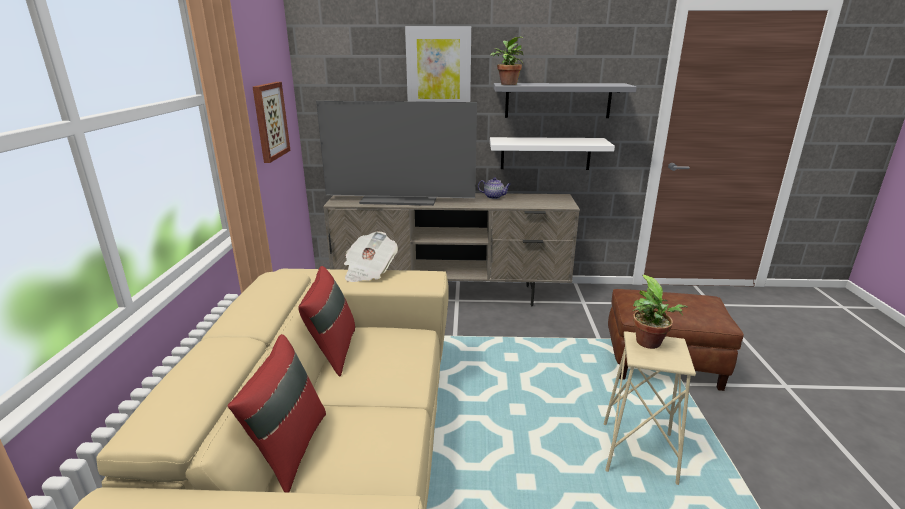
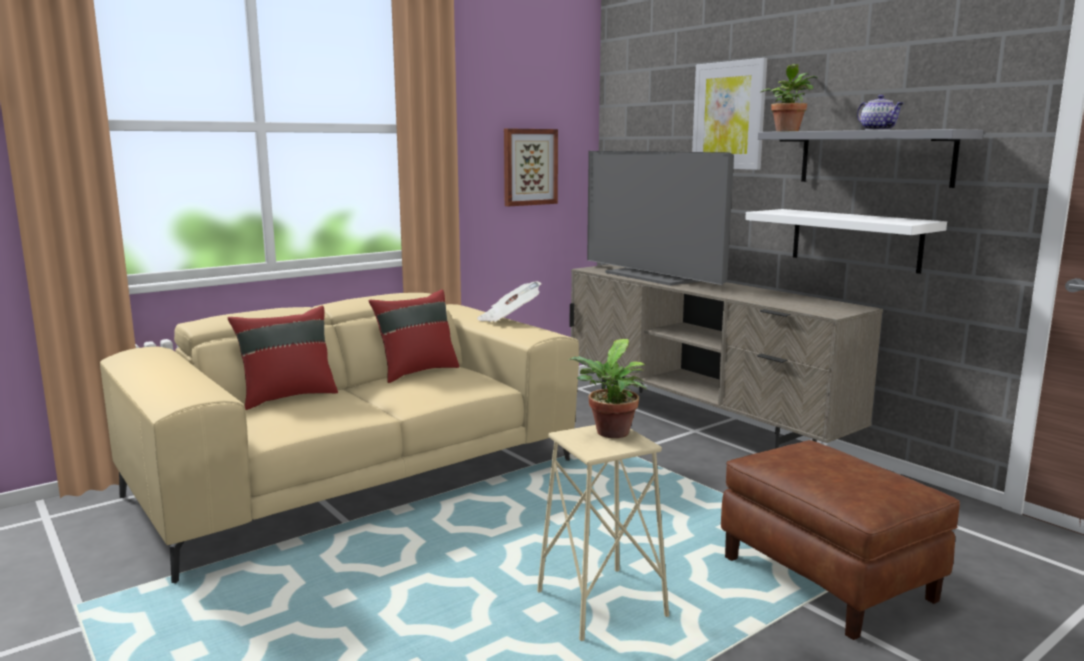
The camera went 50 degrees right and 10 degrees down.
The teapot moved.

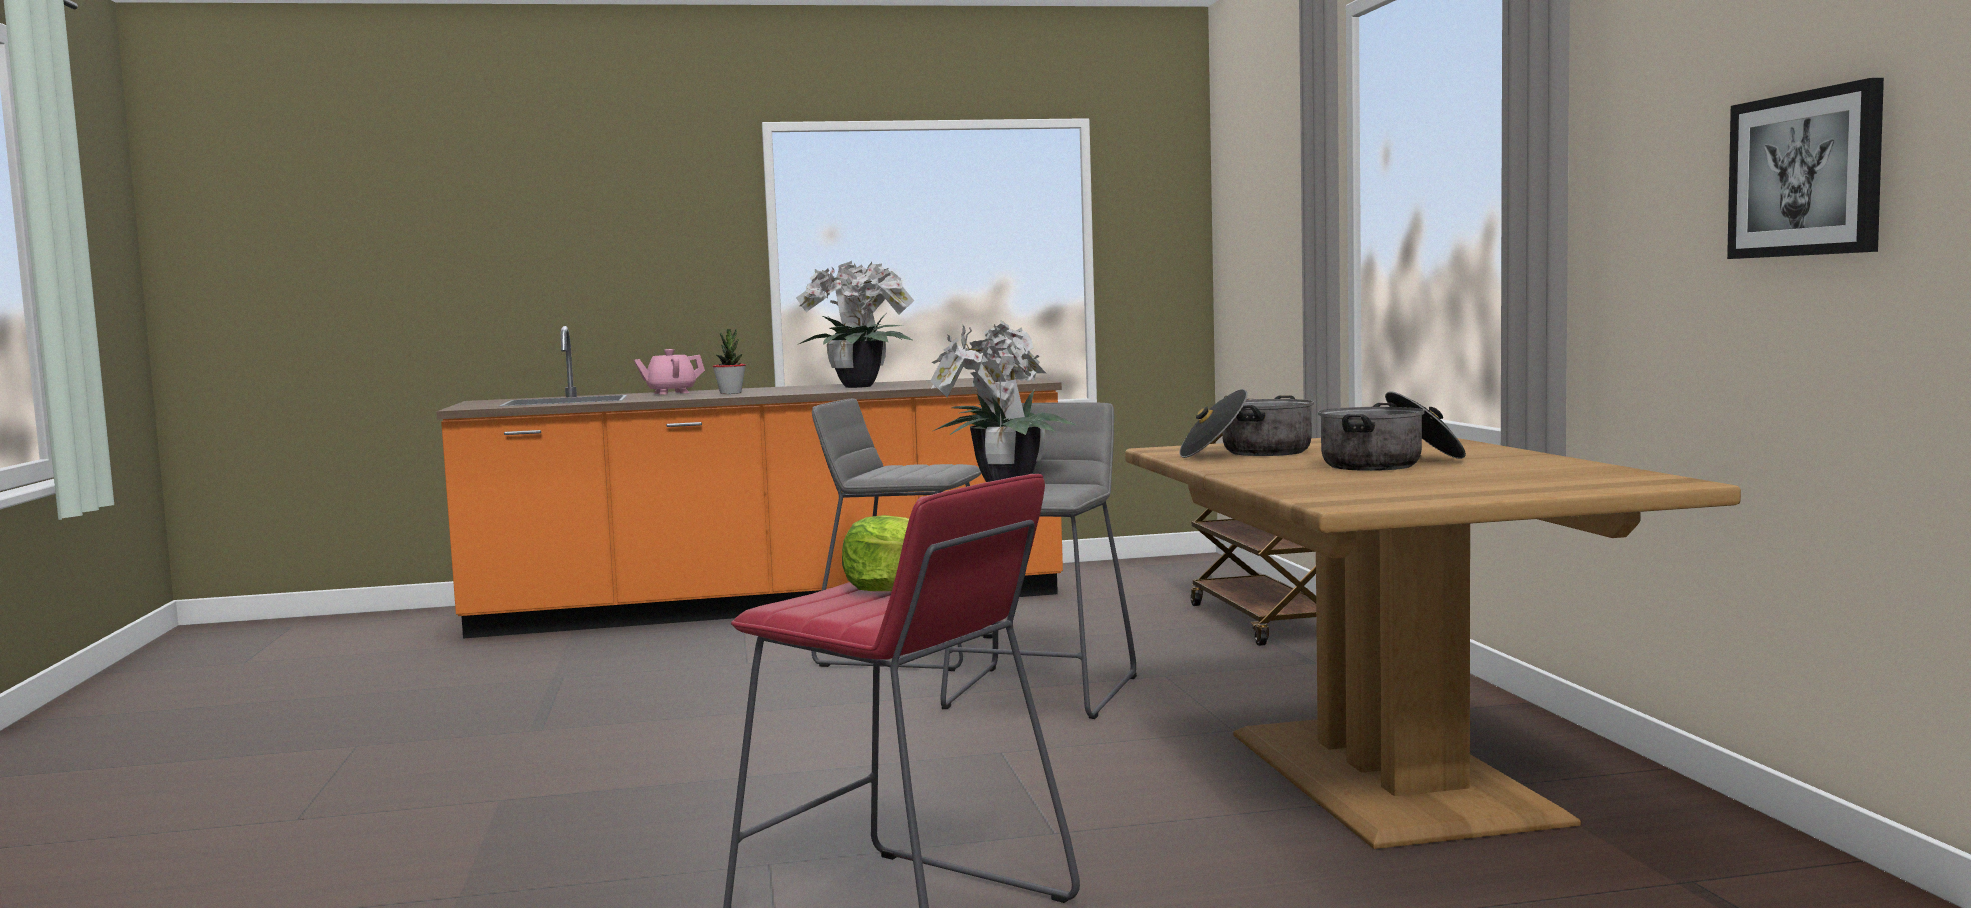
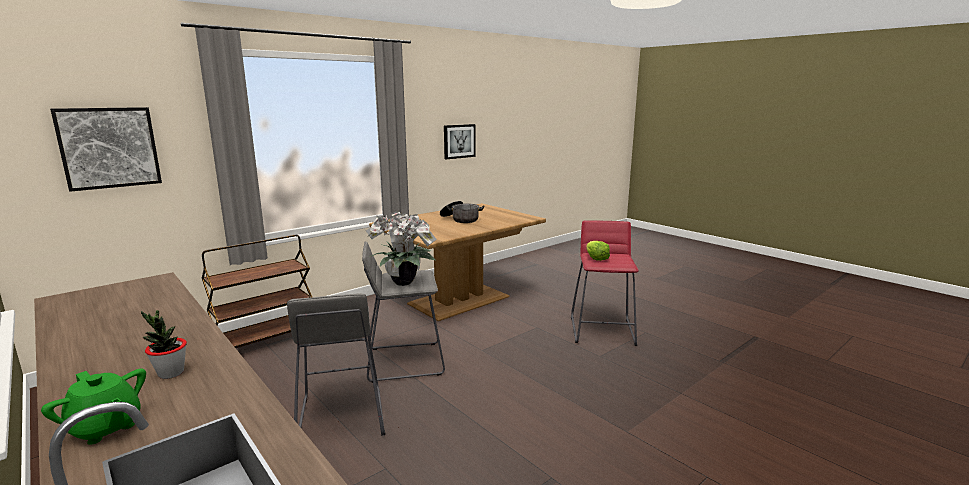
The camera went 120 degrees left and 10 degrees up.
The potted_plant (2nd from left) disappeared.
The cooking_pot (1st from left) disappeared.
The picture (1st from left) appeared.
The pink_teapot became the green_teapot.

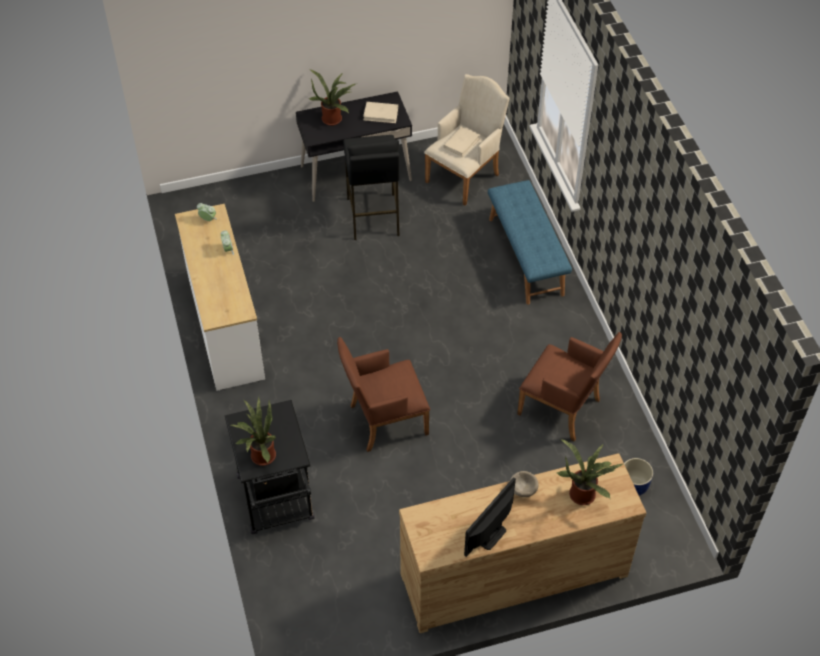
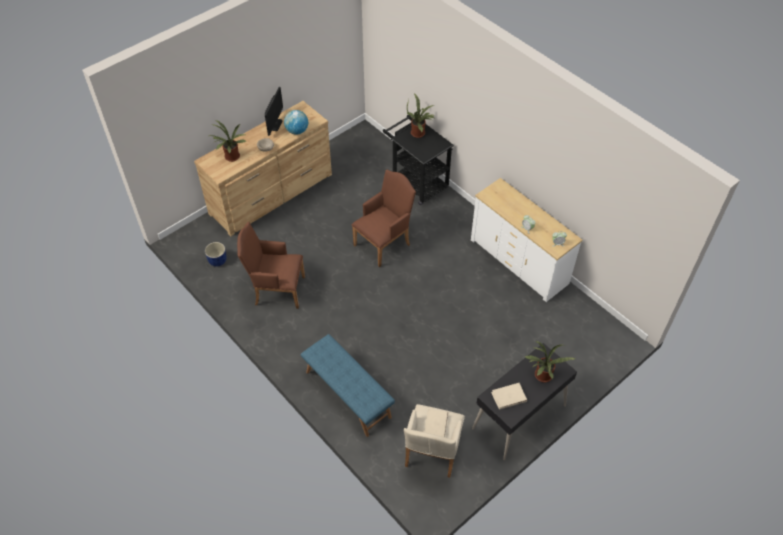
The camera went 155 degrees right and 0 degrees up.
The black_stool disappeared.
The globe appeared.

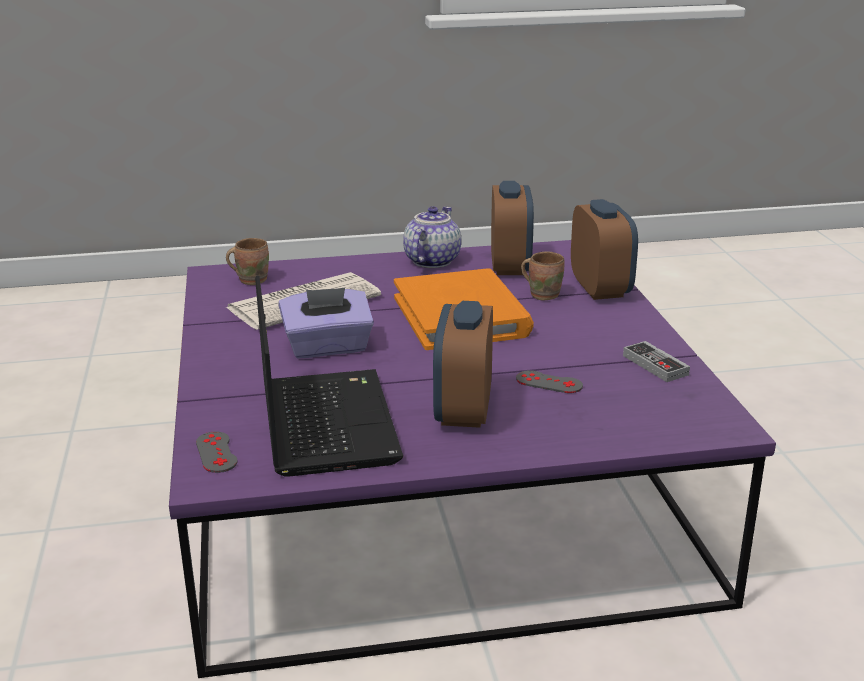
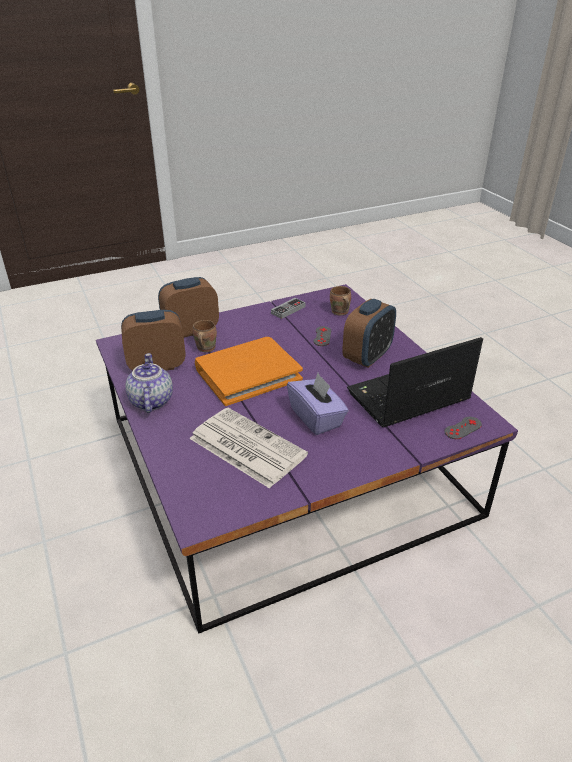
The camera went 105 degrees left and 10 degrees up.
The brown_mug (1st from left in the first image) moved.
The teapot turned 75 degrees clockwise.
The alarm_clock (1st from left in the first image) turned 45 degrees counterclockwise.

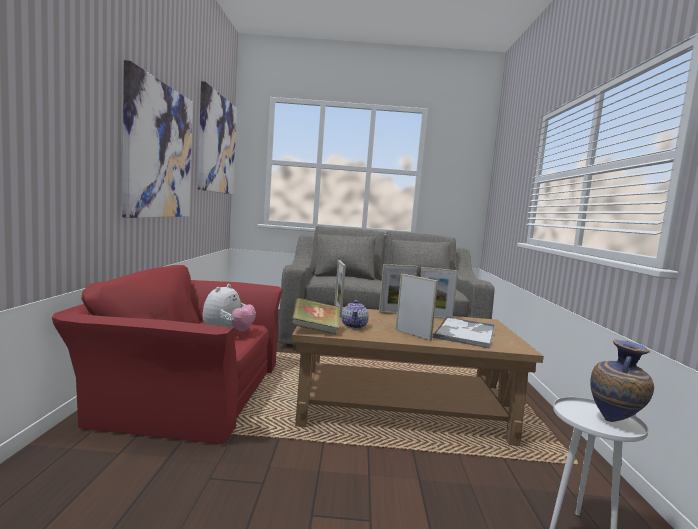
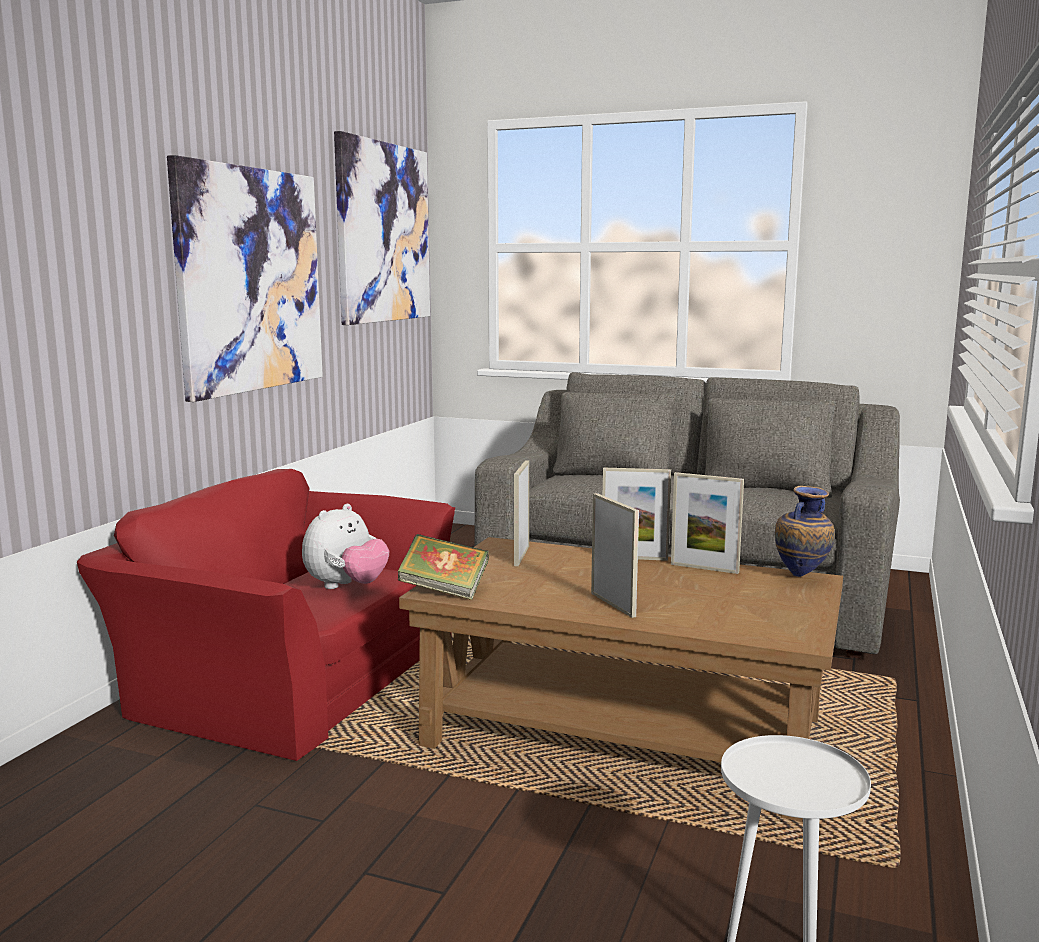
The camera went 20 degrees right and 5 degrees up.
The teapot disappeared.
The tray disappeared.
The vase moved.

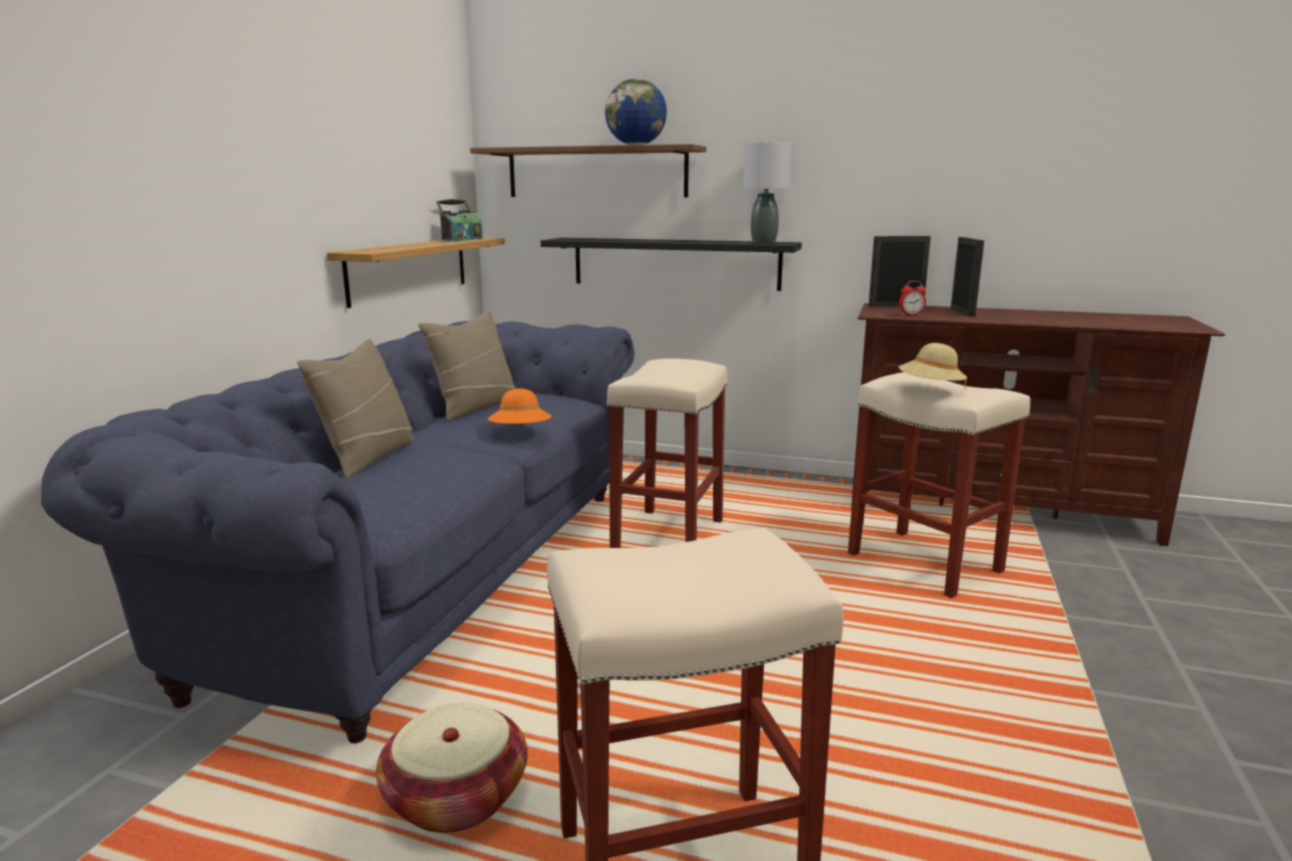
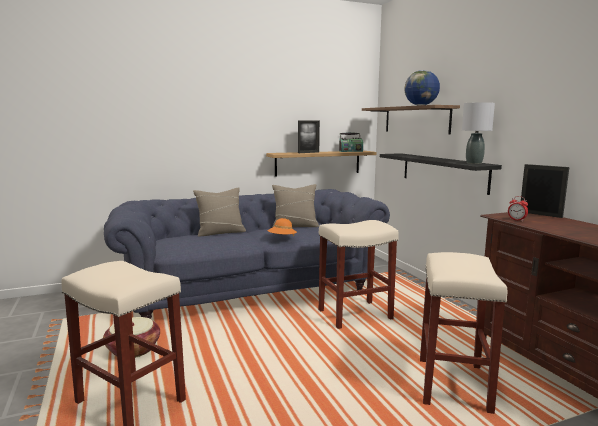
The camera went 50 degrees right and 5 degrees down.
The beige_hat disappeared.
The picture_frame (2nd from left in the first image) moved.

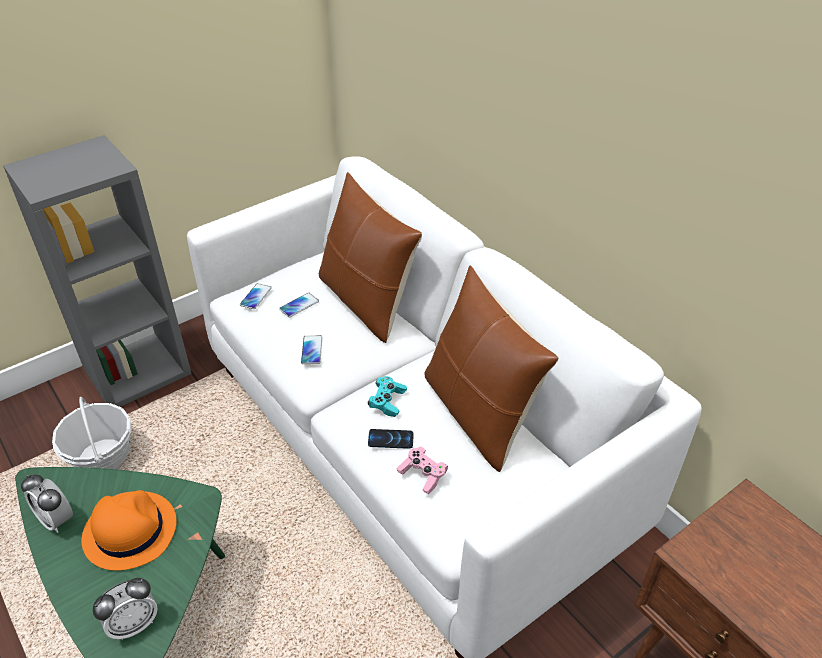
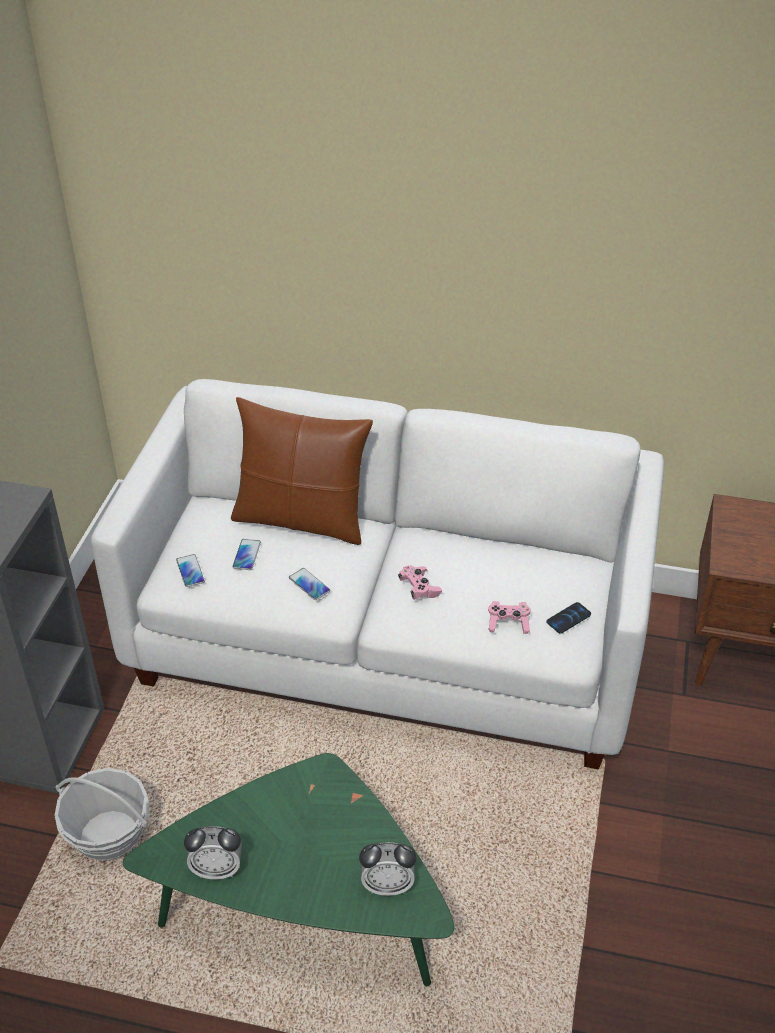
The camera went 40 degrees left and 0 degrees up.
The orange_hat disappeared.
The brown_pillow (2nd from left) disappeared.
The phone (4th from left) moved.
The turquoise_game_controller became the pink_game_controller (1st from left).
The alarm_clock (2nd from left) turned 75 degrees clockwise.

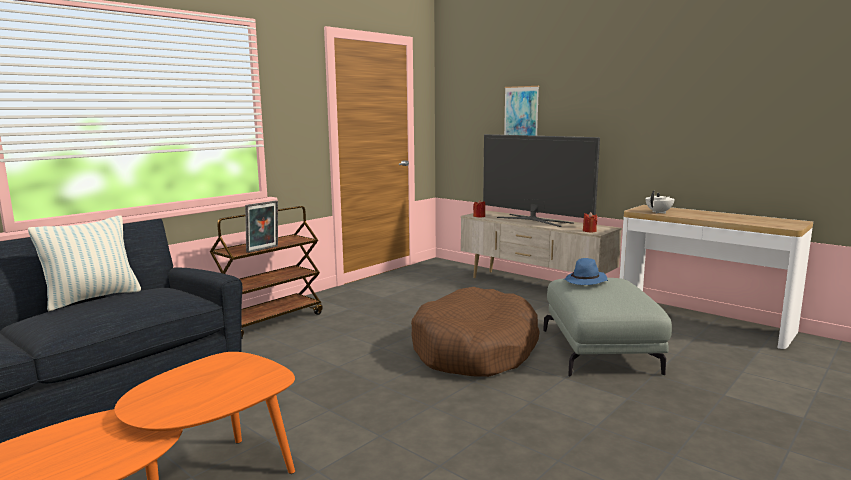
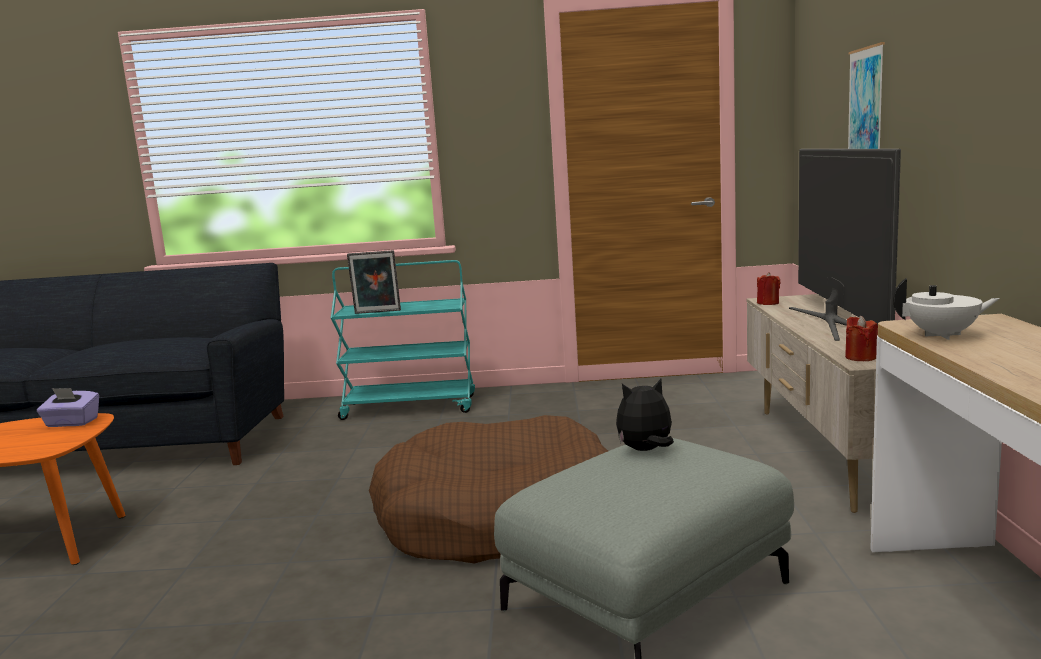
The camera went 50 degrees right and 0 degrees up.
The pillow disappeared.
The purple_tissue_box appeared.
The blue_hat was replaced by the plush_toy.
The brown_cart became the turquoise_cart.

